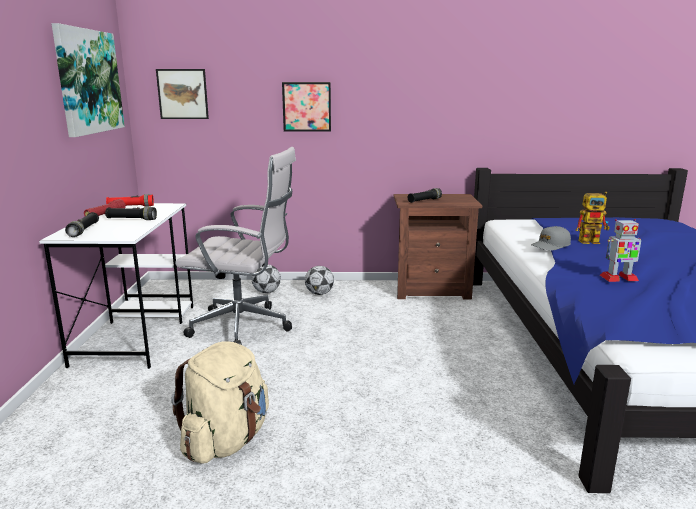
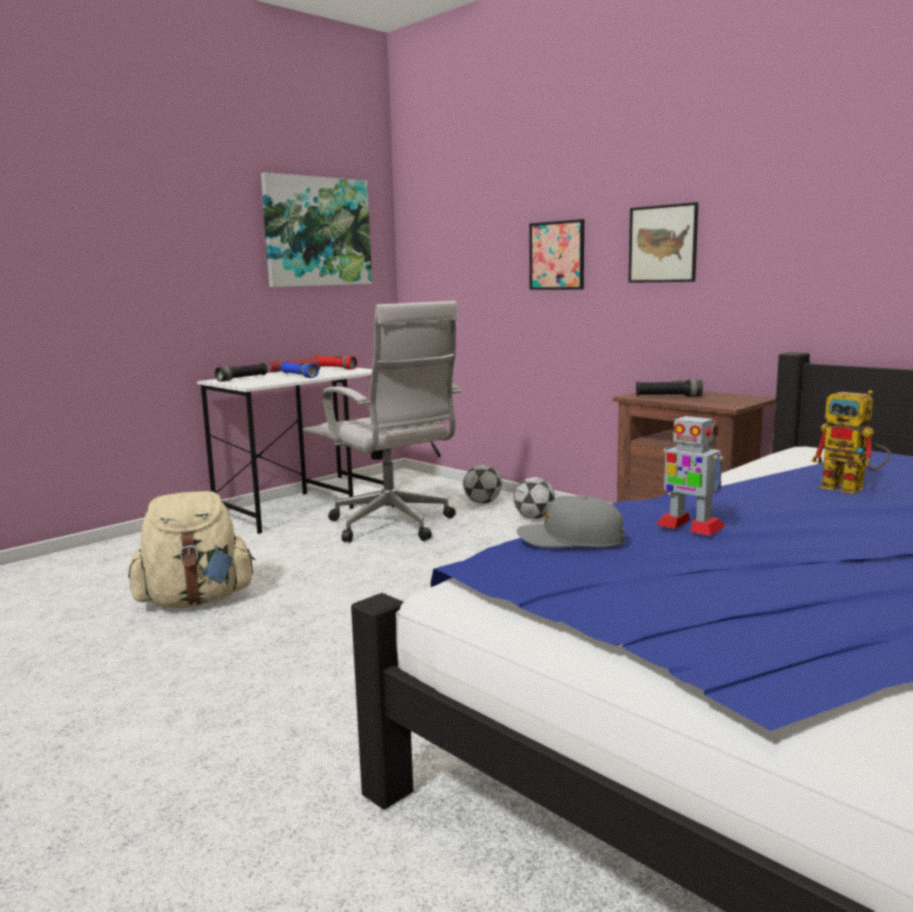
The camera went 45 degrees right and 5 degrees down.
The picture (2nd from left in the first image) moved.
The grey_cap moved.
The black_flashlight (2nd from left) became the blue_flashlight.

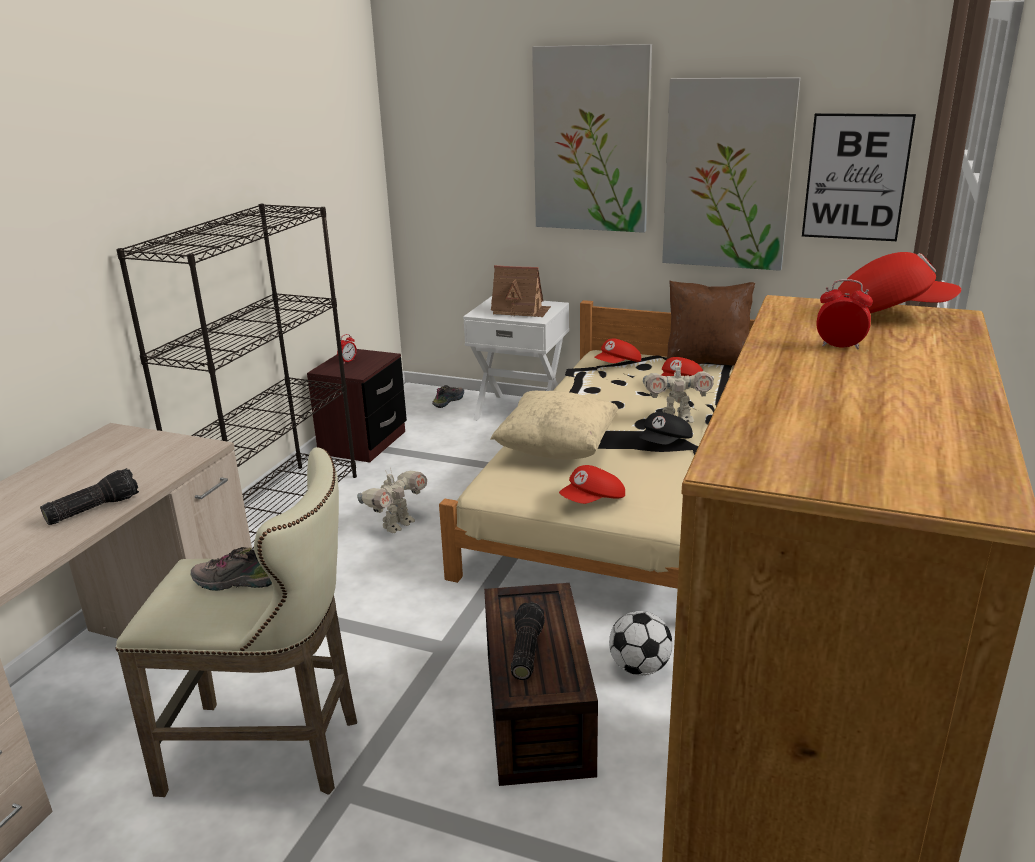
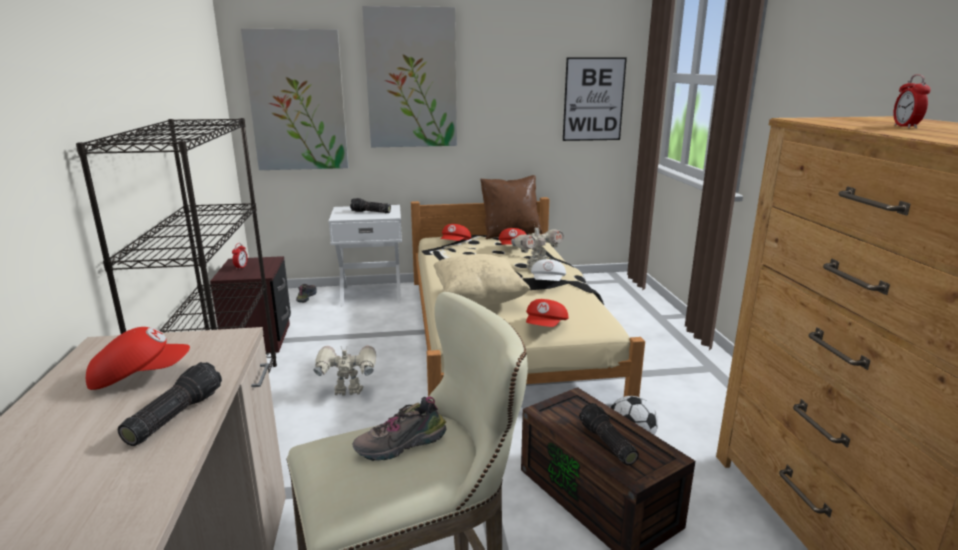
The camera went 30 degrees left and 5 degrees down.
The picture (2nd from left in the first image) moved.
The red_cap (4th from left in the first image) moved.
The toy_house was replaced by the flashlight (2nd from left).
The black_cap became the white_cap.
The toy_robot (1st from left) turned 105 degrees counterclockwise.
The alarm_clock (2nd from left) turned 75 degrees counterclockwise.

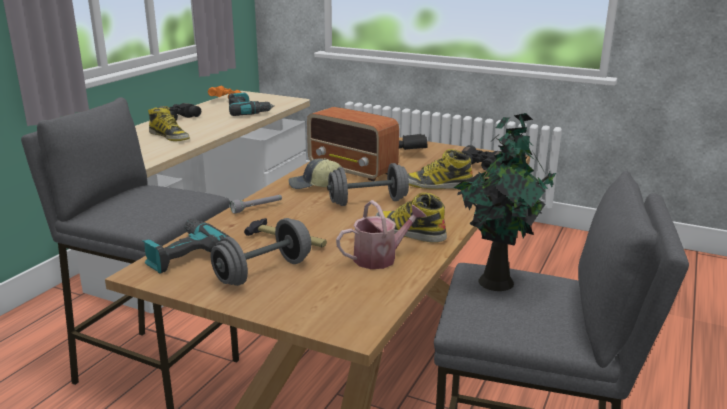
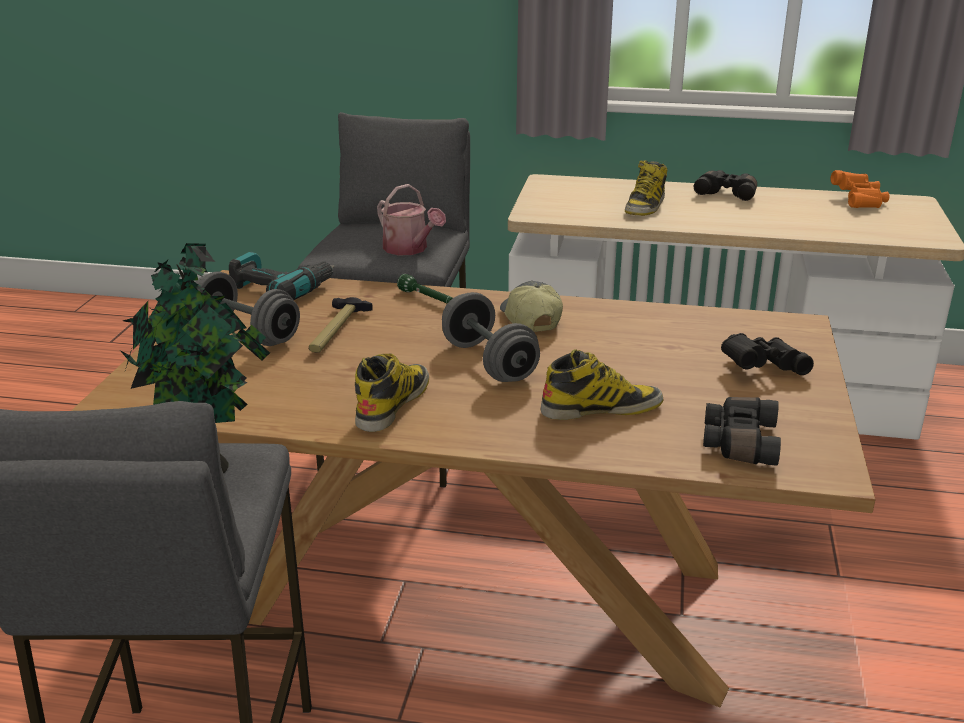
The camera went 75 degrees right and 5 degrees up.
The power_drill (2nd from left) disappeared.
The radio disappeared.
The watering_can moved.
The grey_flashlight became the green_flashlight.
The boot (3rd from left in the first image) turned 90 degrees clockwise.

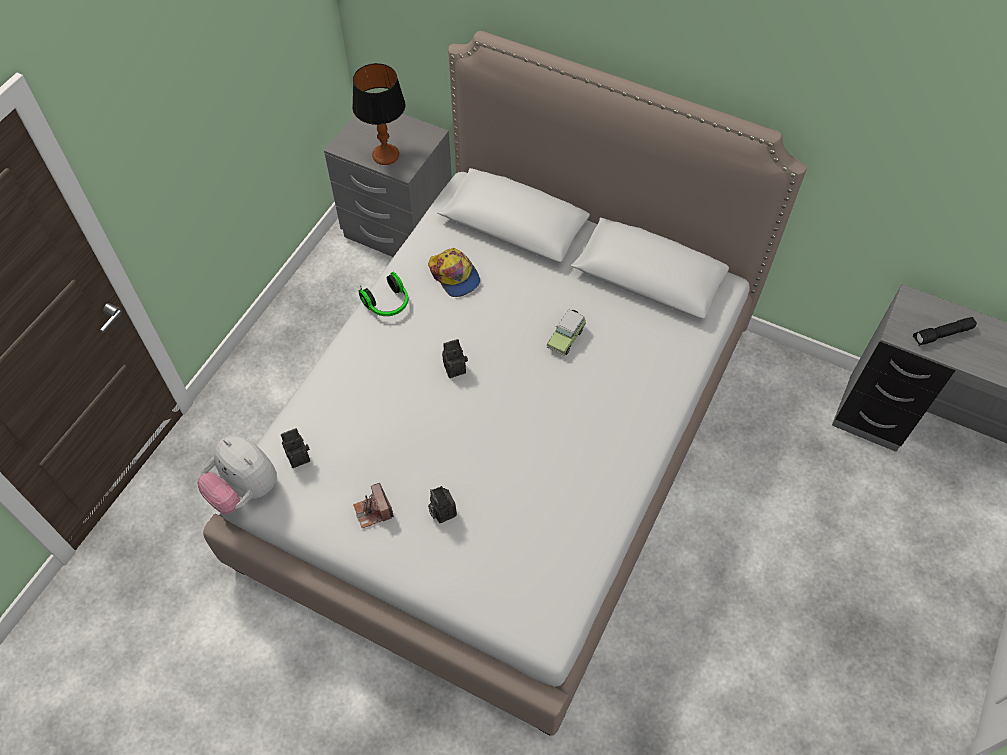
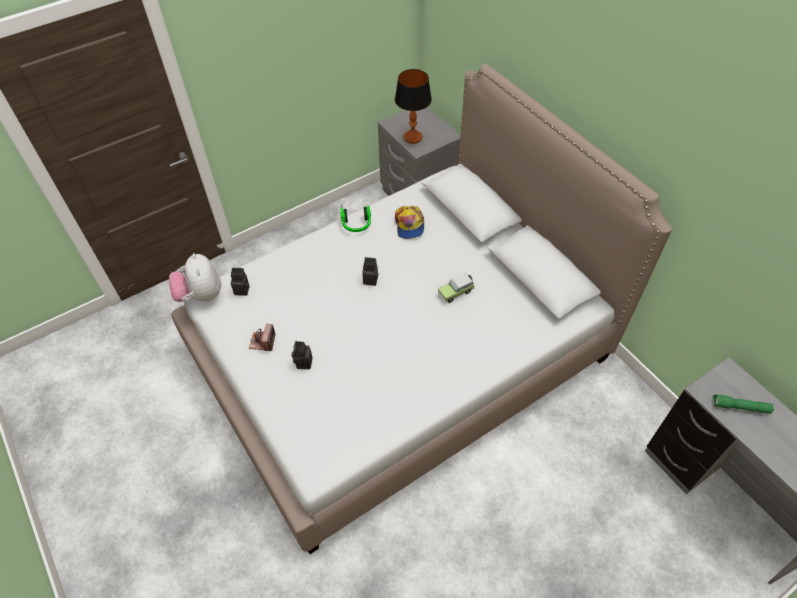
The camera went 30 degrees right and 5 degrees down.
The black_flashlight became the green_flashlight.

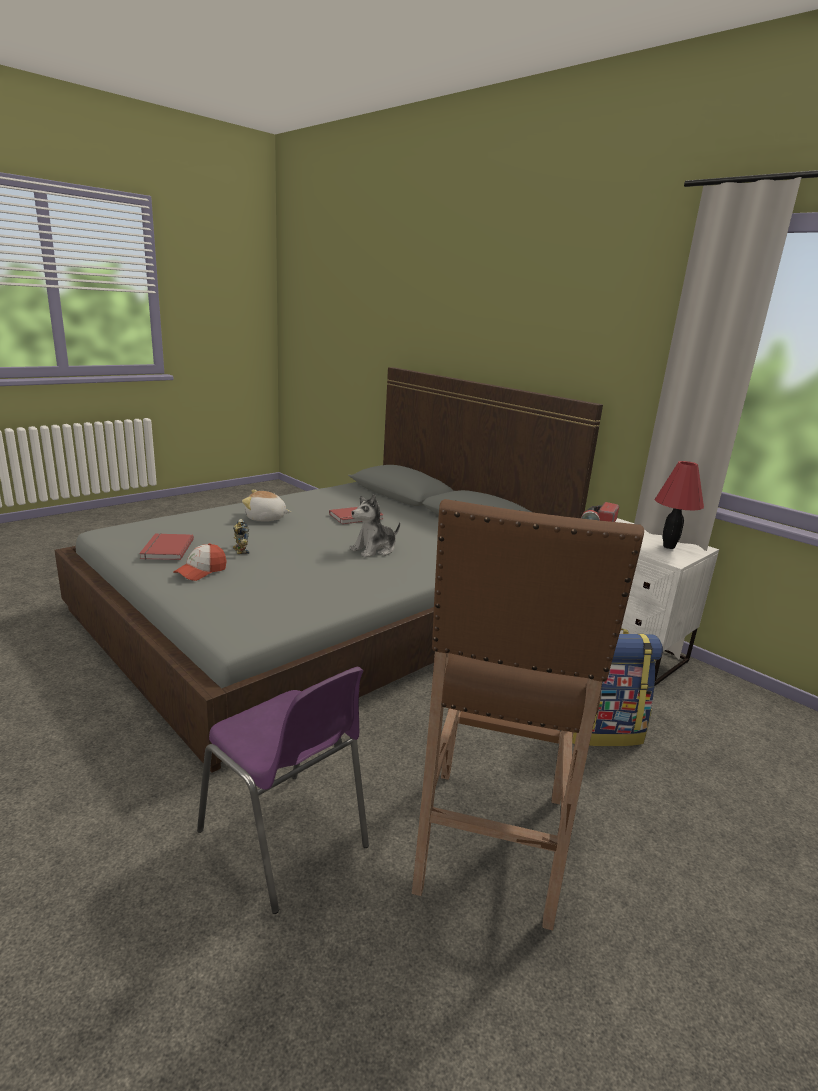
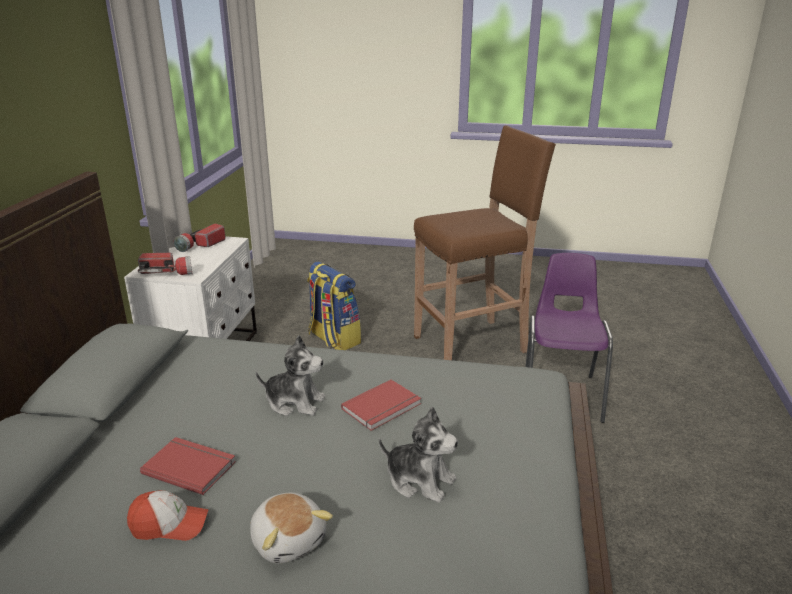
The camera went 125 degrees left and 5 degrees up.
The red_book (1st from left in the first image) moved.
The cap moved.
The toy_robot was replaced by the plush_toy (3rd from left).
The red_table_lamp was replaced by the flashlight (2nd from left).

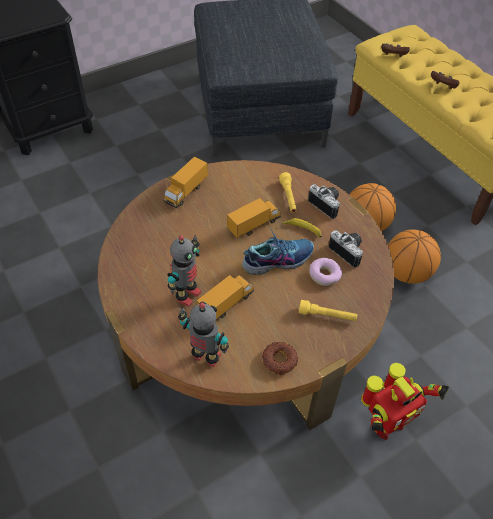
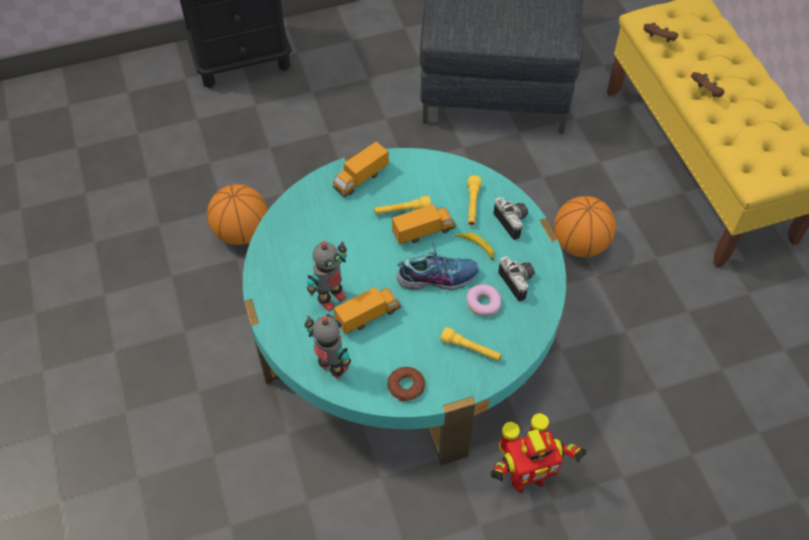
The camera went 15 degrees right and 5 degrees up.
The yellow_flashlight (1st from left) appeared.
The basketball (2nd from left in the first image) moved.
The brown_coffee_table became the turquoise_coffee_table.

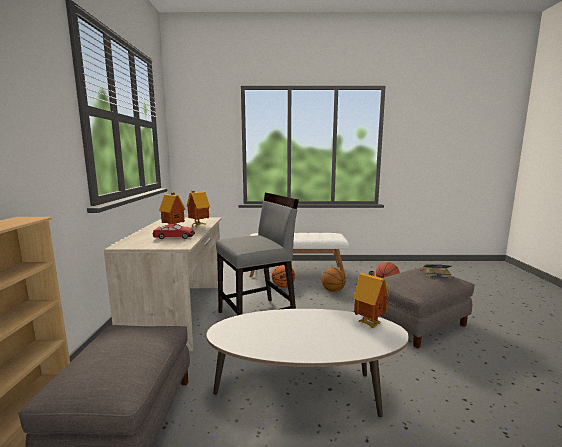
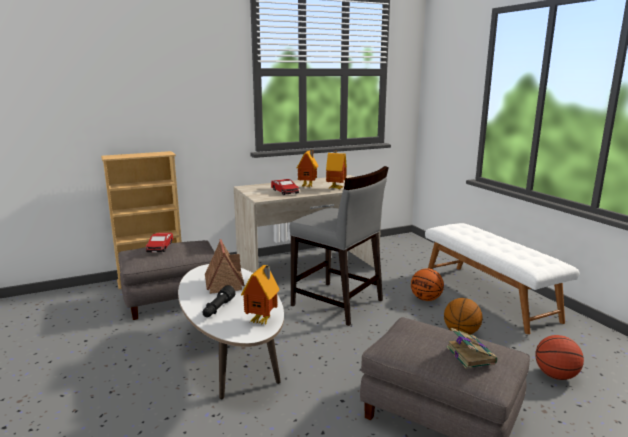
The camera went 65 degrees right and 5 degrees up.
The toy_car (1st from left) appeared.
The black_flashlight appeared.
The toy_house (1st from left) appeared.

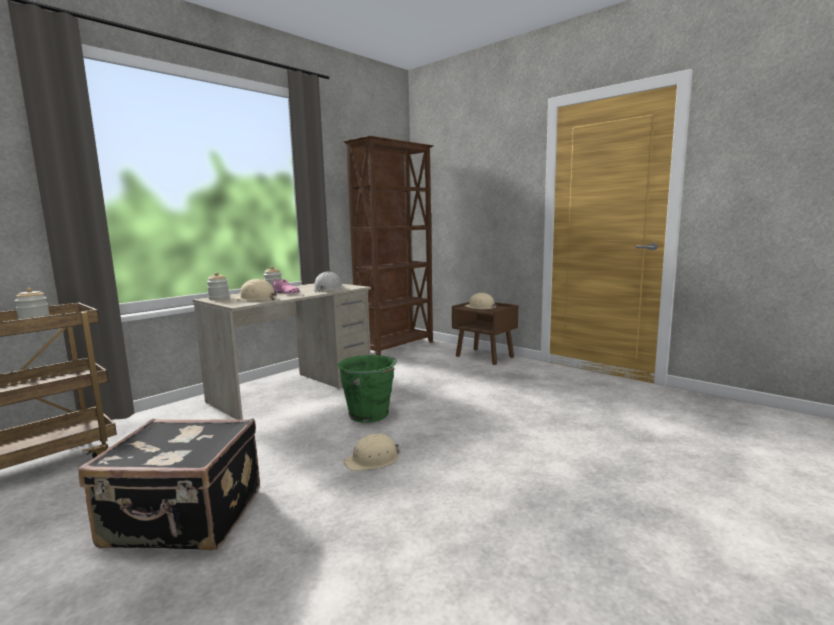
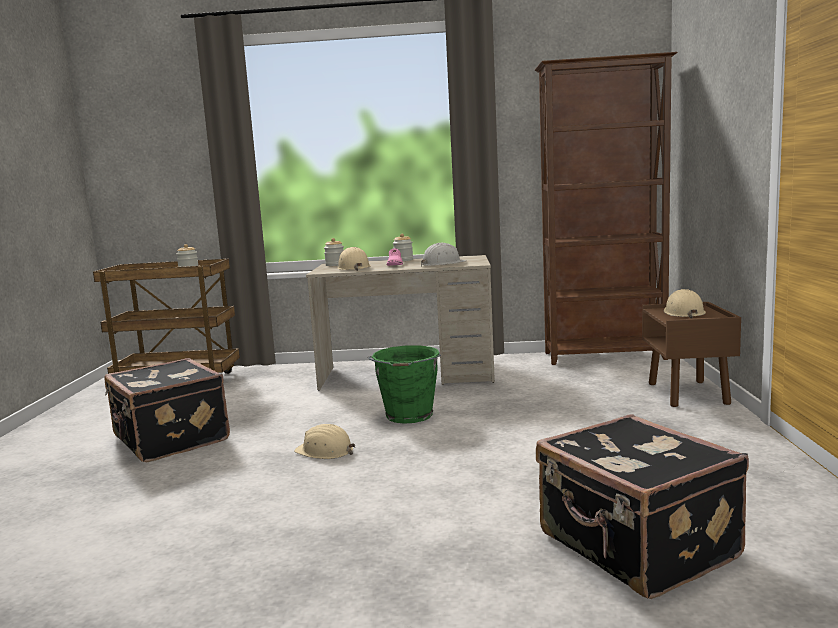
The camera went 50 degrees right and 0 degrees up.
The black_suitcase (2nd from left) appeared.

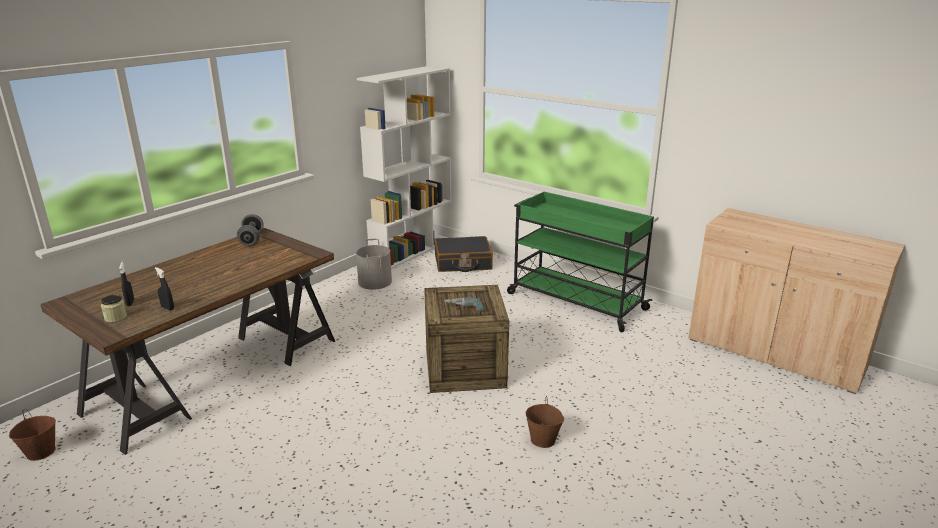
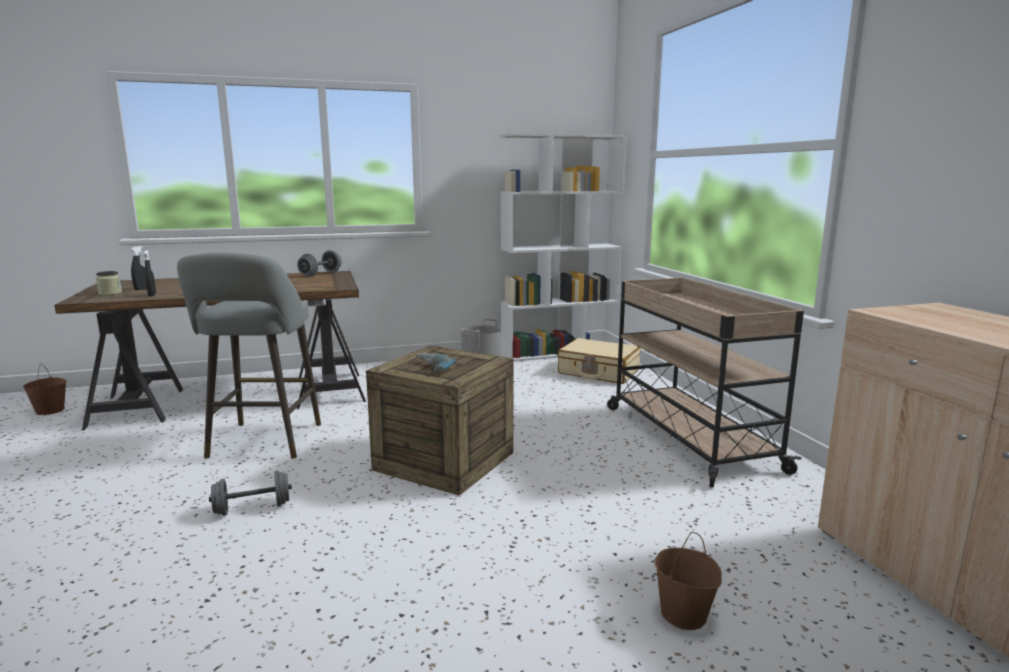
The camera went 35 degrees right and 10 degrees down.
The grey_stool appeared.
The grey_dumbbell (1st from left) appeared.
The brown_bucket (2nd from left) moved.
The black_suitcase became the beige_suitcase.
The green_cart became the beige_cart.

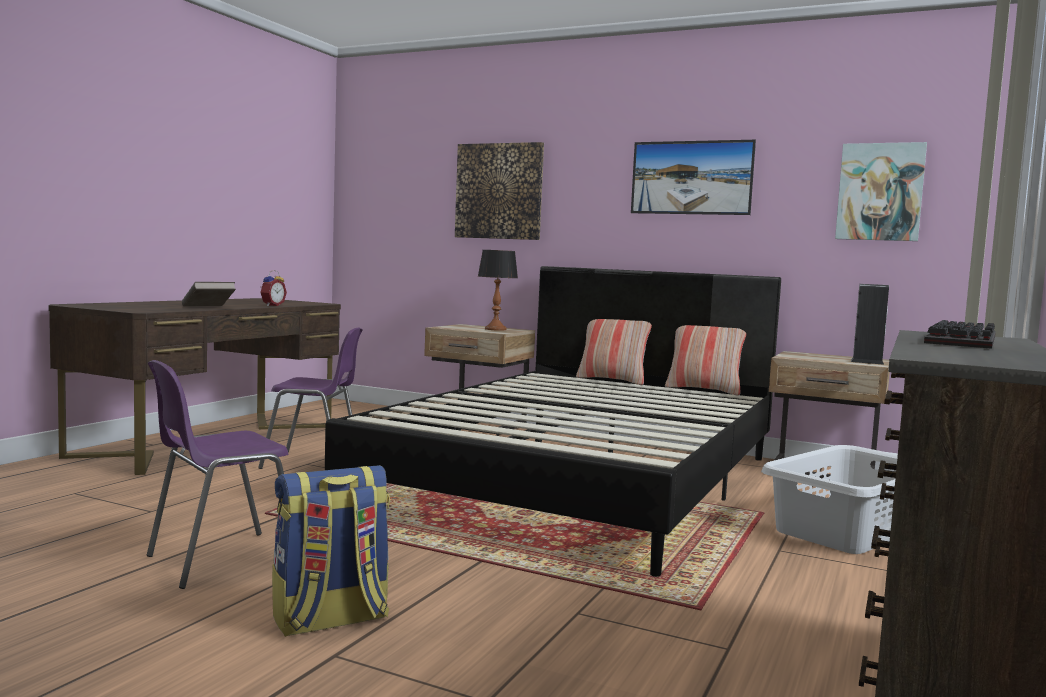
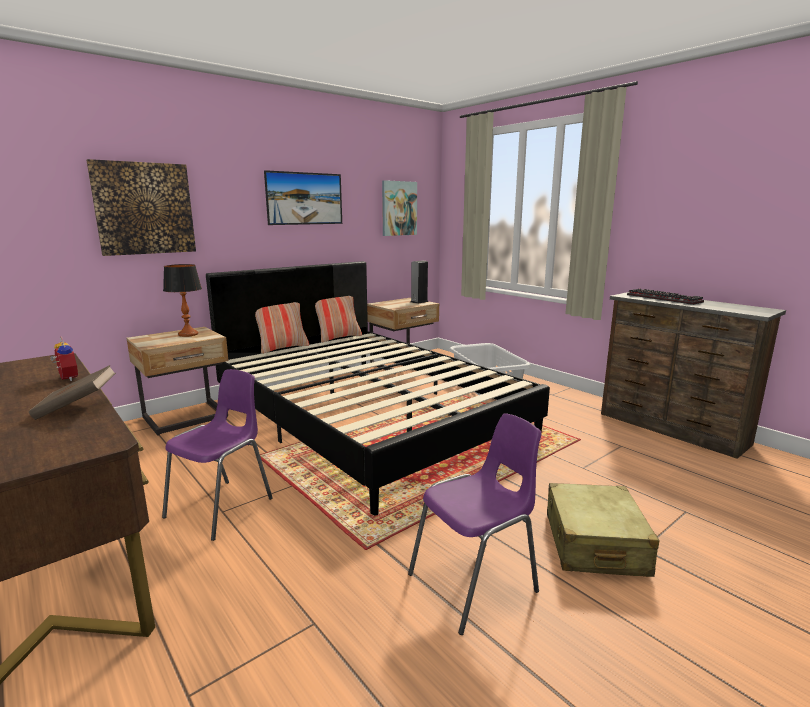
The camera went 65 degrees left and 10 degrees up.
The backpack was replaced by the beige_suitcase.
The purple_chair (1st from left in the first image) turned 105 degrees counterclockwise.

